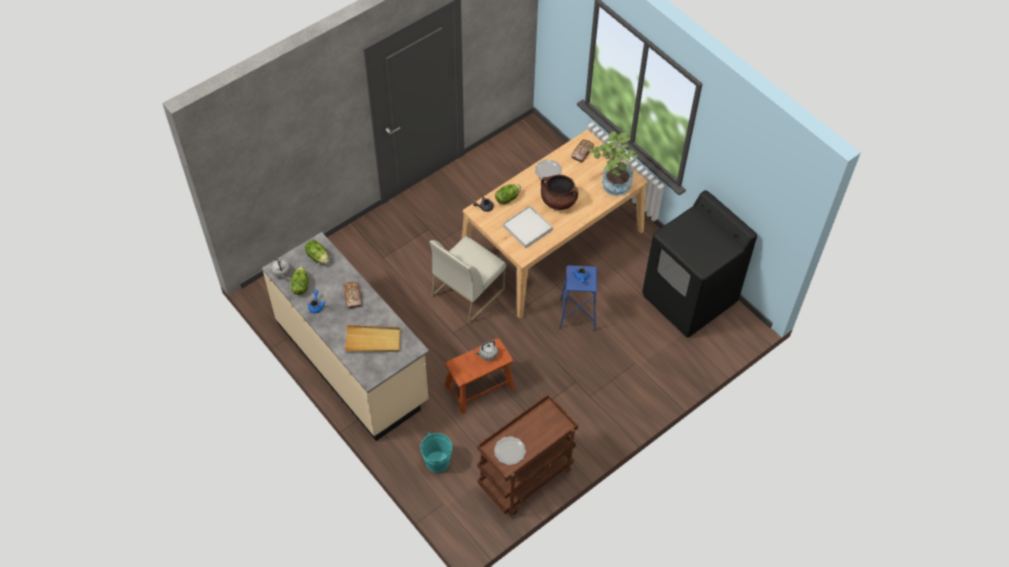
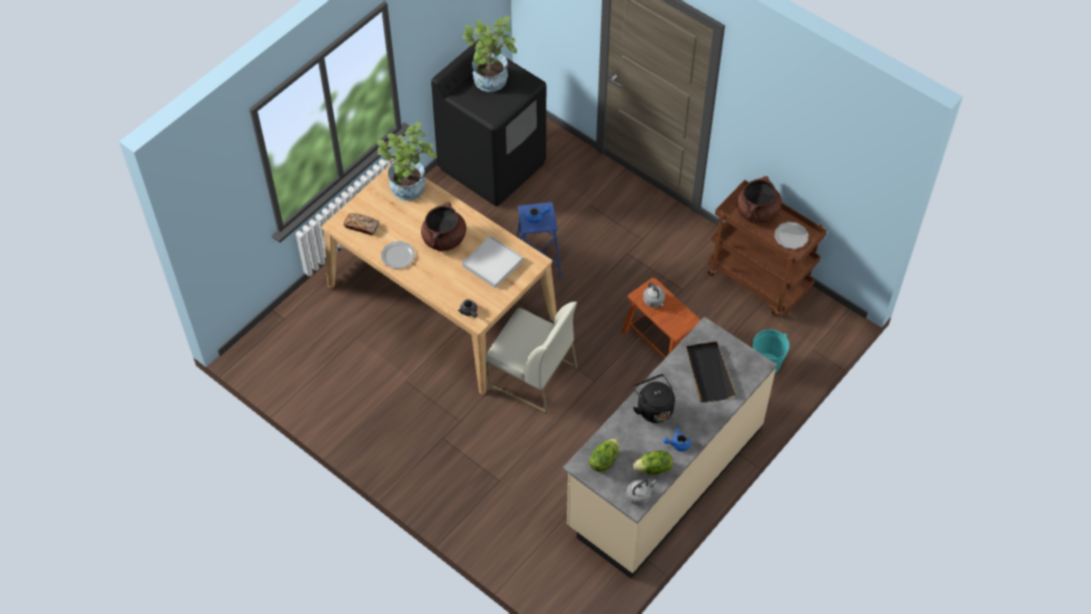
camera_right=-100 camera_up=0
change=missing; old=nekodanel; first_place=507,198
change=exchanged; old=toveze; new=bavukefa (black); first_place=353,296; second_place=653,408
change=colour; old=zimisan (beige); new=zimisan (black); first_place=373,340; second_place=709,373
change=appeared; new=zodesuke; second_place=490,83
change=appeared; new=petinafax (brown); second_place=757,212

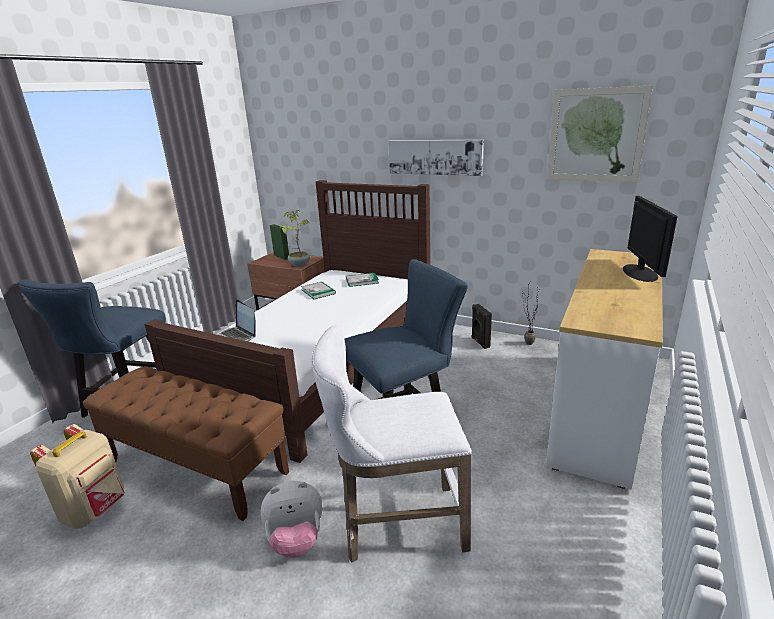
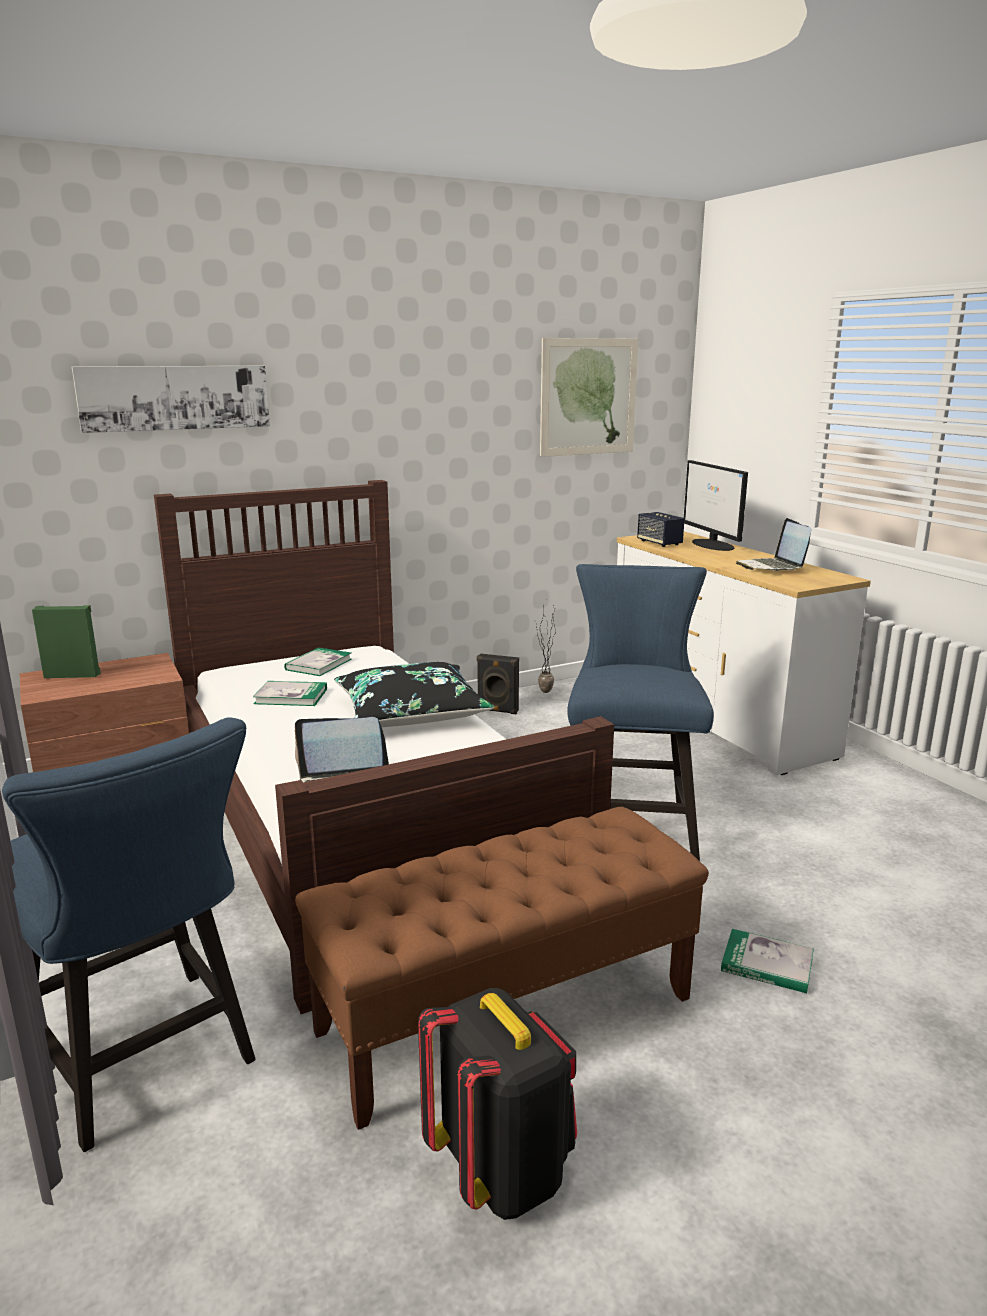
camera_right=-55 camera_up=-5
change=relocated; old=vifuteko; first_place=435,157; second_place=175,397
change=spun; old=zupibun; first_place=640,272; second_place=713,545; degrees=-150
change=missing; old=zodesuke; first_place=299,264
change=missing; old=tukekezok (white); first_place=396,525
change=colour; old=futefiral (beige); new=futefiral (black); first_place=96,510; second_place=502,1169
change=exchanged; old=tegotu; new=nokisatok; first_place=296,541; second_place=767,964
change=appeared; new=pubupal; second_place=659,543
change=appeared; new=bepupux; second_place=772,567
change=appeared; new=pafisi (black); second_place=411,712

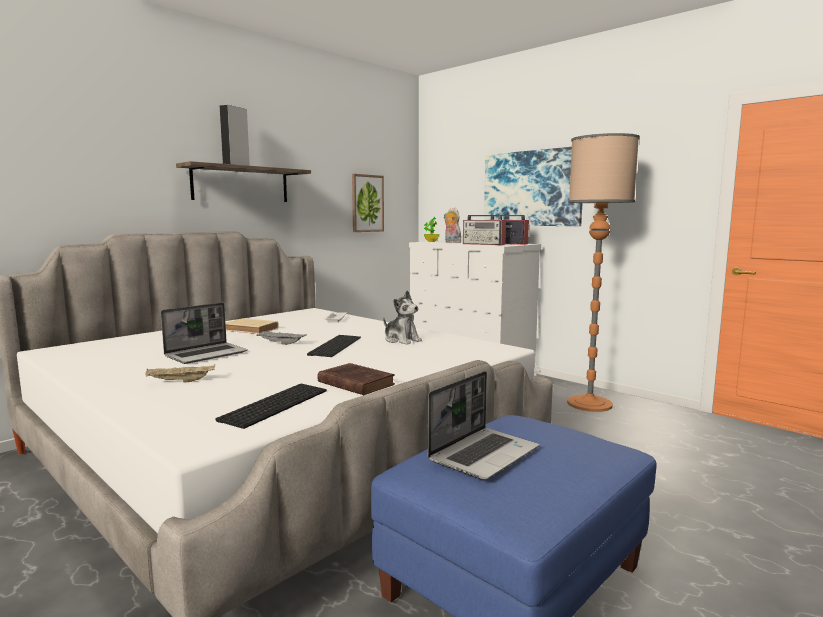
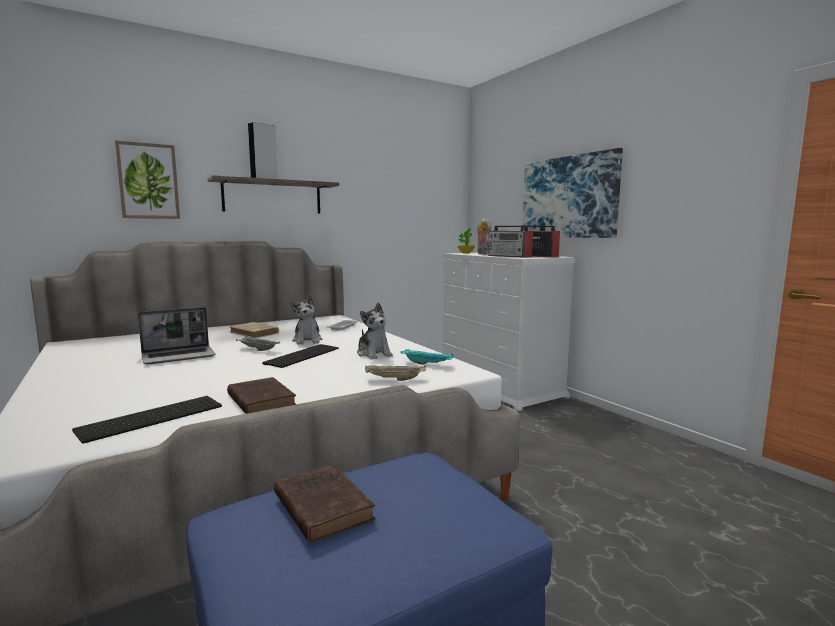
camera_right=15 camera_up=0
change=missing; old=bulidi; first_place=589,404
change=relocated; old=vifuteko; first_place=367,203; second_place=148,181
change=relocated; old=zimisan (beige); first_place=180,382; second_place=394,380
change=exchanged; old=bepupux; new=nokisatok (brown); first_place=484,454; second_place=321,506
change=appeared; new=tegotu; second_place=307,340
change=appeared; new=zimisan (turquoise); second_place=428,364

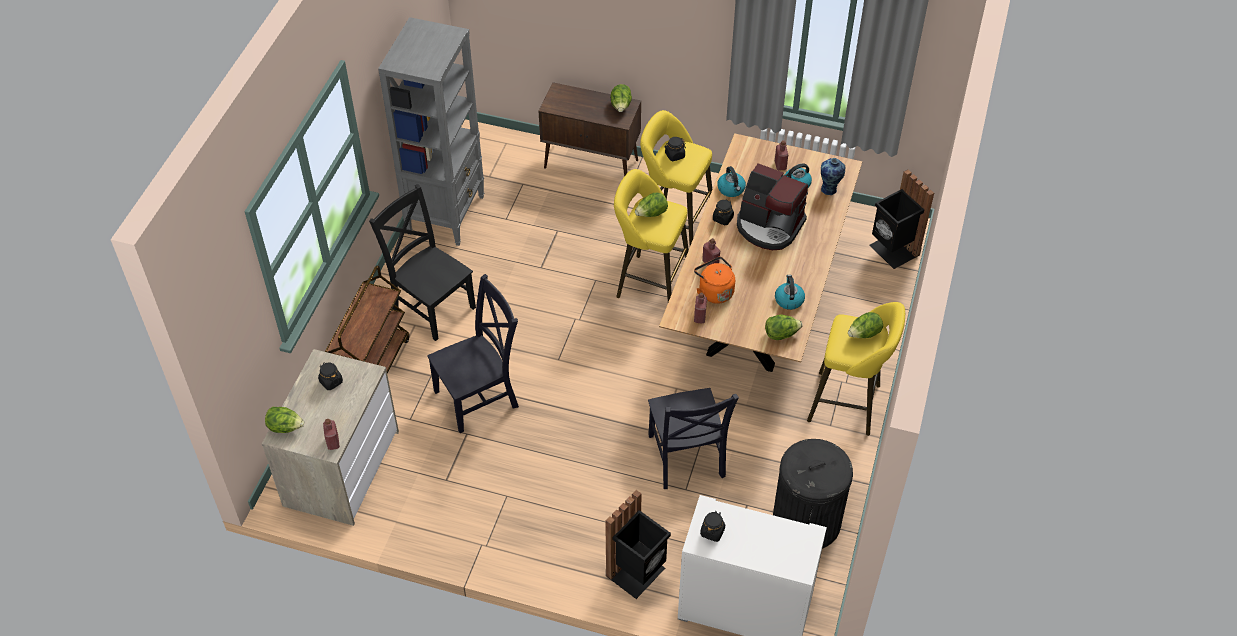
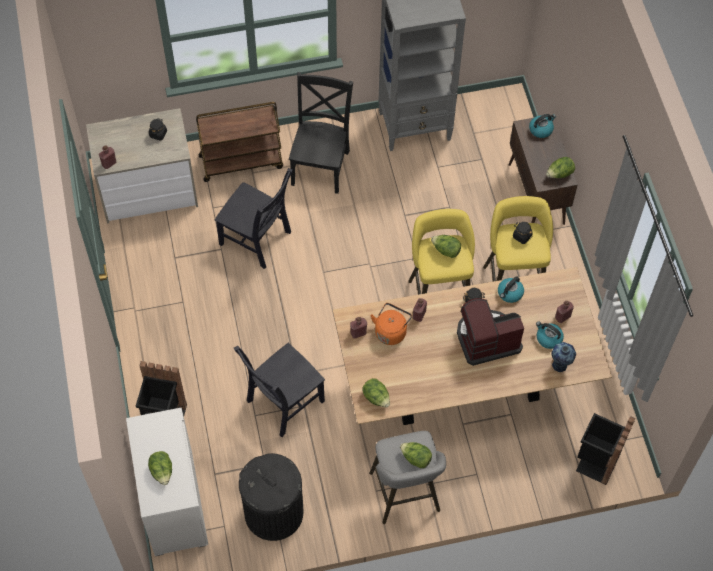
camera_right=60 camera_up=10
change=spun; old=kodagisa; first_place=769,226; second_place=486,339; degrees=75
change=relocated; old=bavukefa; first_place=789,300; second_place=541,129
change=colour; old=tukekezok (yellow); new=tukekezok (grey); first_place=849,404; second_place=405,496
change=relocated; old=nekodanel; first_place=285,427; second_place=162,471
change=missing; old=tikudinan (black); first_place=712,531

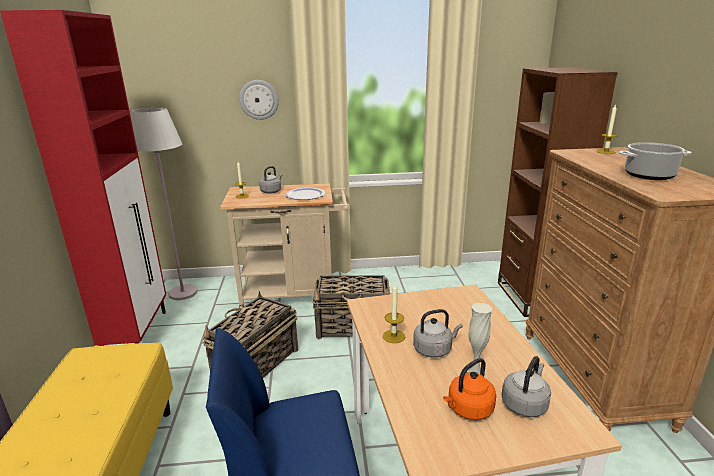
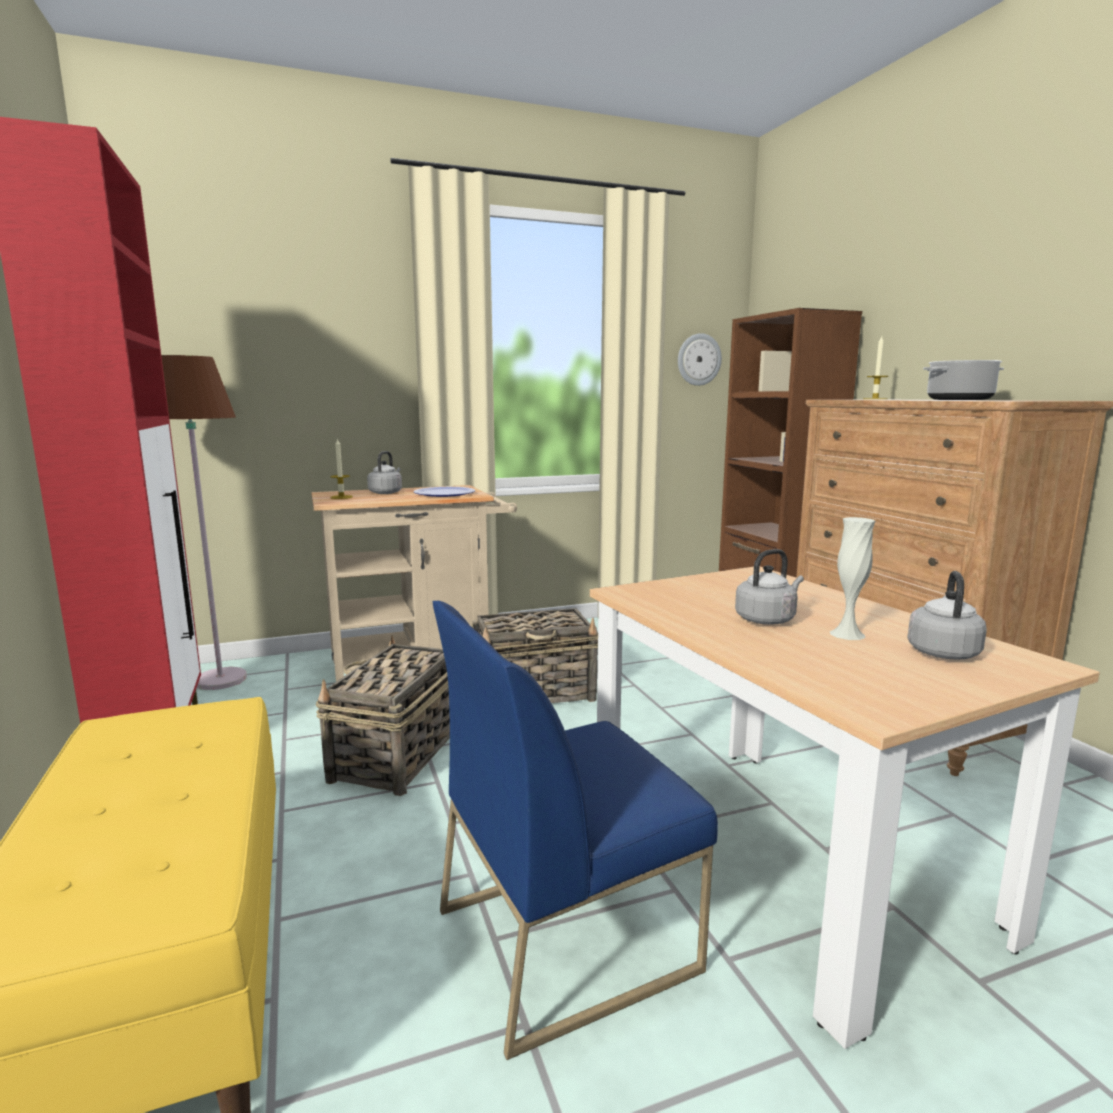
camera_right=-15 camera_up=-10
change=relocated; old=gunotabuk; first_place=259,99; second_place=698,359
change=colour; old=bulidi (white); new=bulidi (brown); first_place=183,293; second_place=221,680
change=missing; old=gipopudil; first_place=394,336
change=missing; old=bavukefa (orange); first_place=468,410

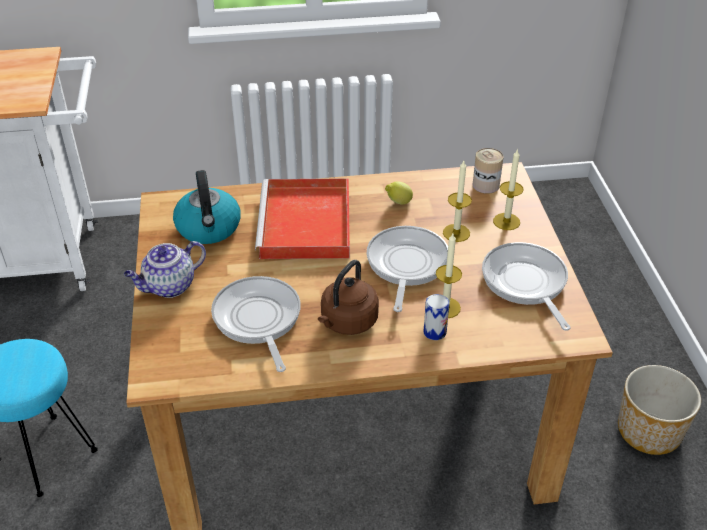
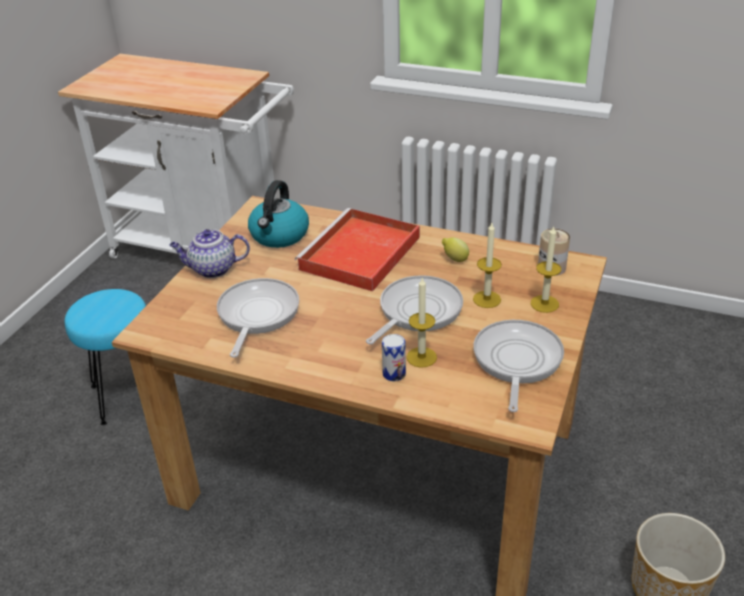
camera_right=30 camera_up=-5
change=missing; old=bavukefa (brown); first_place=347,322

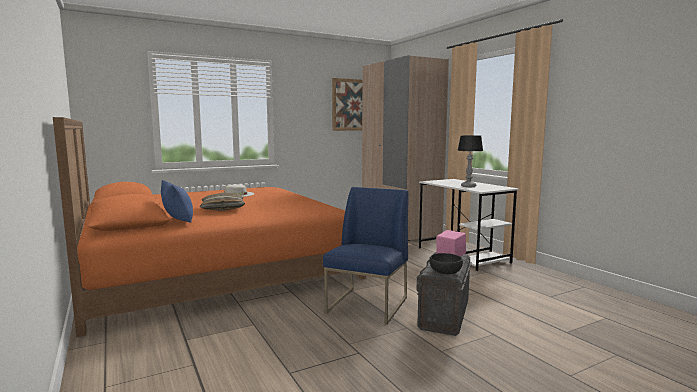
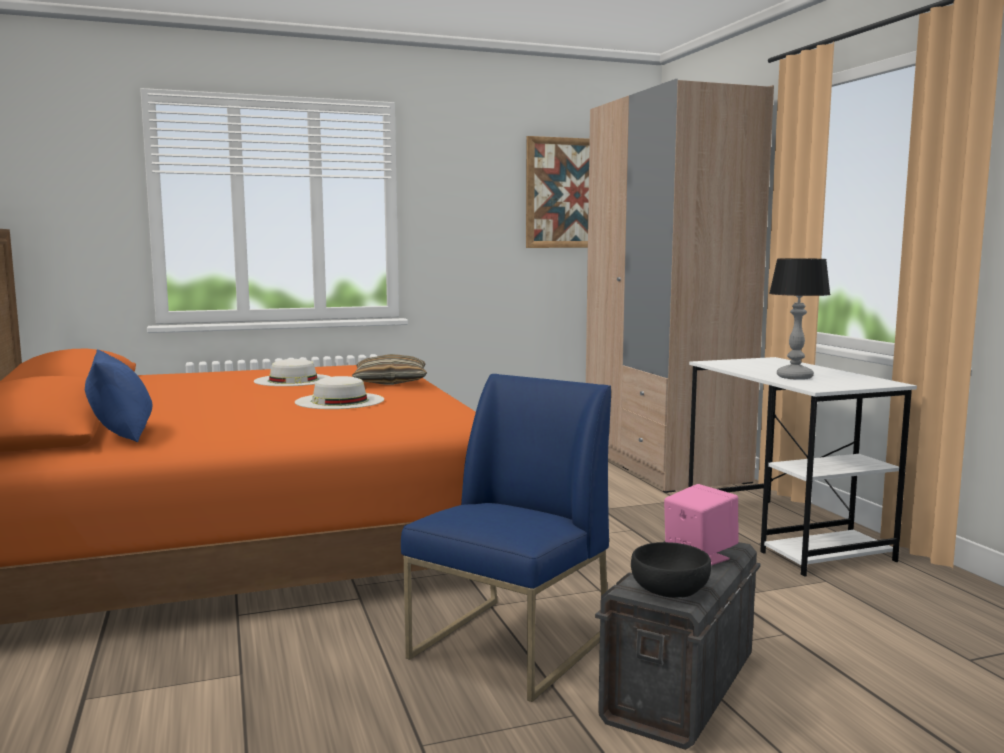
camera_right=10 camera_up=0
change=relocated; old=pafisi; first_place=223,209; second_place=390,382
change=appeared; new=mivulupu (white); second_place=339,401

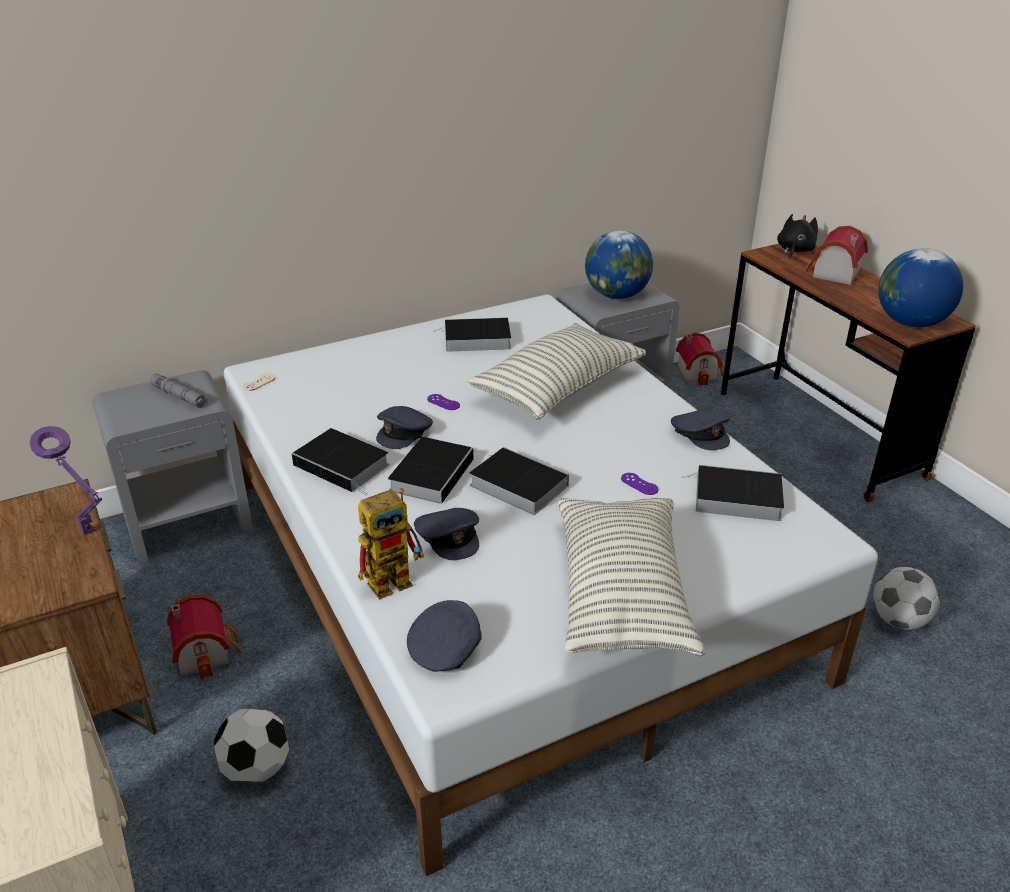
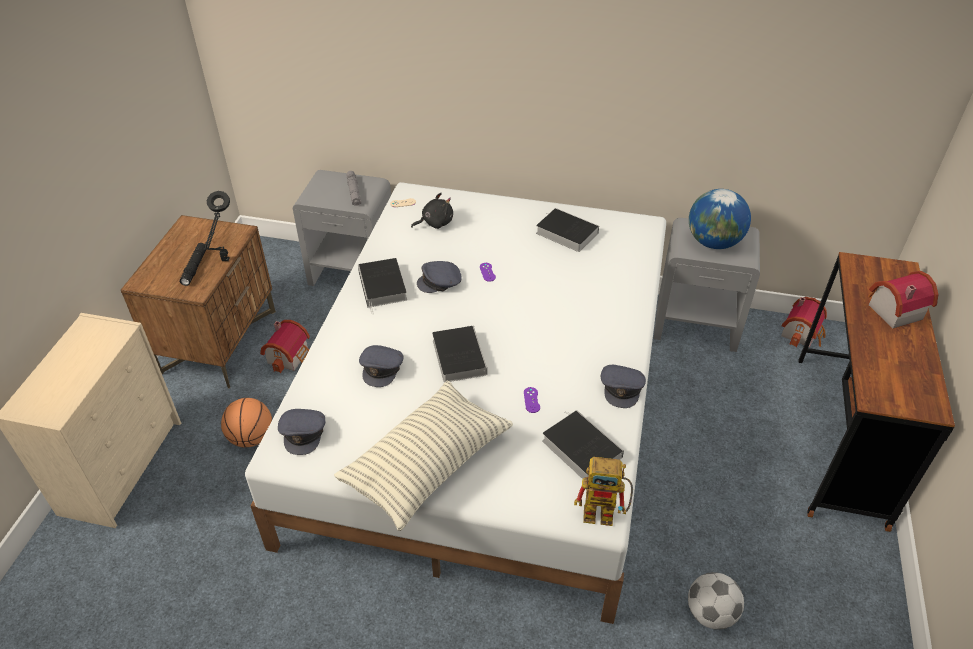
camera_right=40 camera_up=10
change=relocated; old=tegotu (black); first_place=794,250; second_place=435,223
change=missing; old=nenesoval; first_place=910,323
change=missing; old=pafisi; first_place=558,389
change=colour; old=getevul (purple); new=getevul (black); first_place=90,533; second_place=225,261
change=missing; old=nokisatok; first_place=432,473
change=relocated; old=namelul; first_place=396,578; second_place=605,513
change=spun; old=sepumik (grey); first_place=445,647; second_place=303,433; degrees=105
change=exchanged; old=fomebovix; new=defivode; first_place=256,768; second_place=251,438
change=appeared; new=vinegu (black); second_place=195,267

